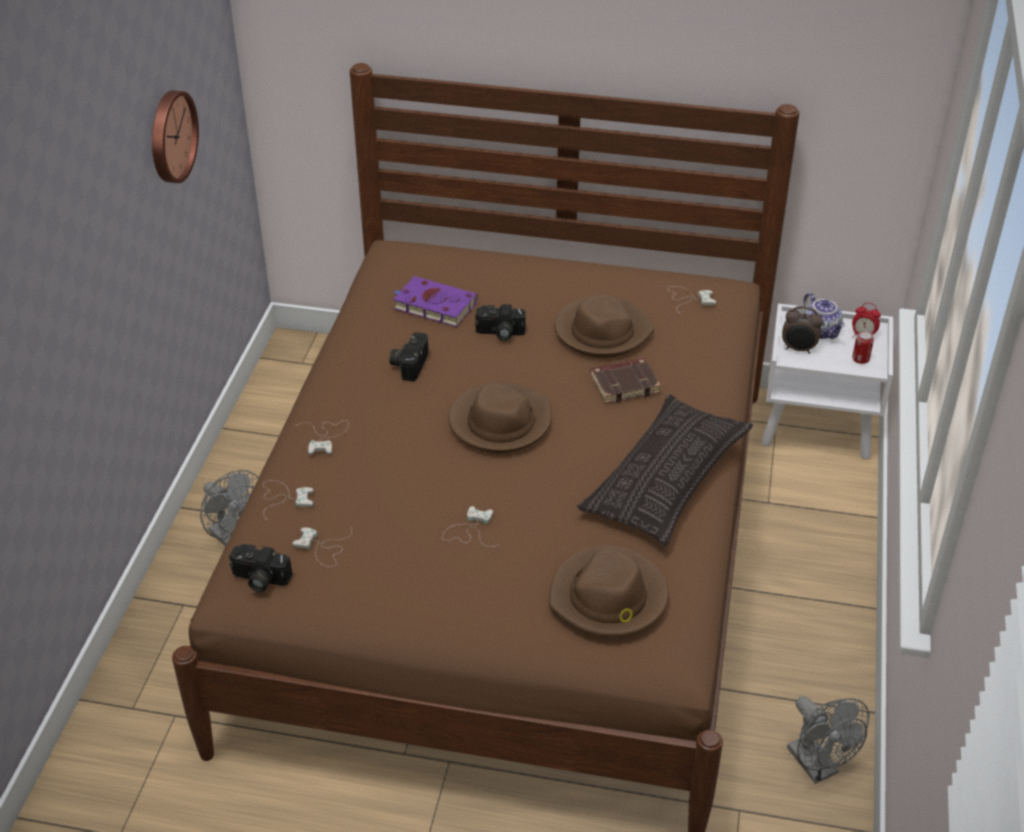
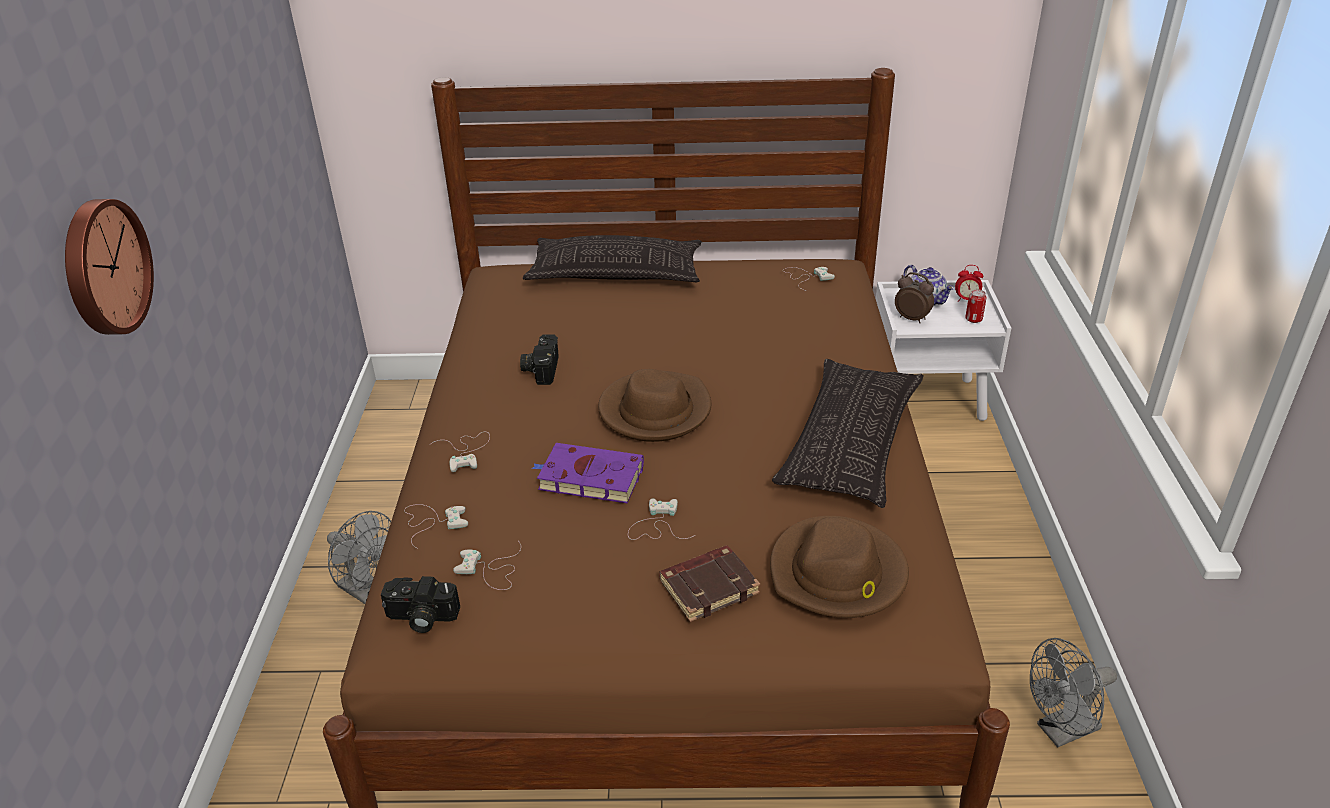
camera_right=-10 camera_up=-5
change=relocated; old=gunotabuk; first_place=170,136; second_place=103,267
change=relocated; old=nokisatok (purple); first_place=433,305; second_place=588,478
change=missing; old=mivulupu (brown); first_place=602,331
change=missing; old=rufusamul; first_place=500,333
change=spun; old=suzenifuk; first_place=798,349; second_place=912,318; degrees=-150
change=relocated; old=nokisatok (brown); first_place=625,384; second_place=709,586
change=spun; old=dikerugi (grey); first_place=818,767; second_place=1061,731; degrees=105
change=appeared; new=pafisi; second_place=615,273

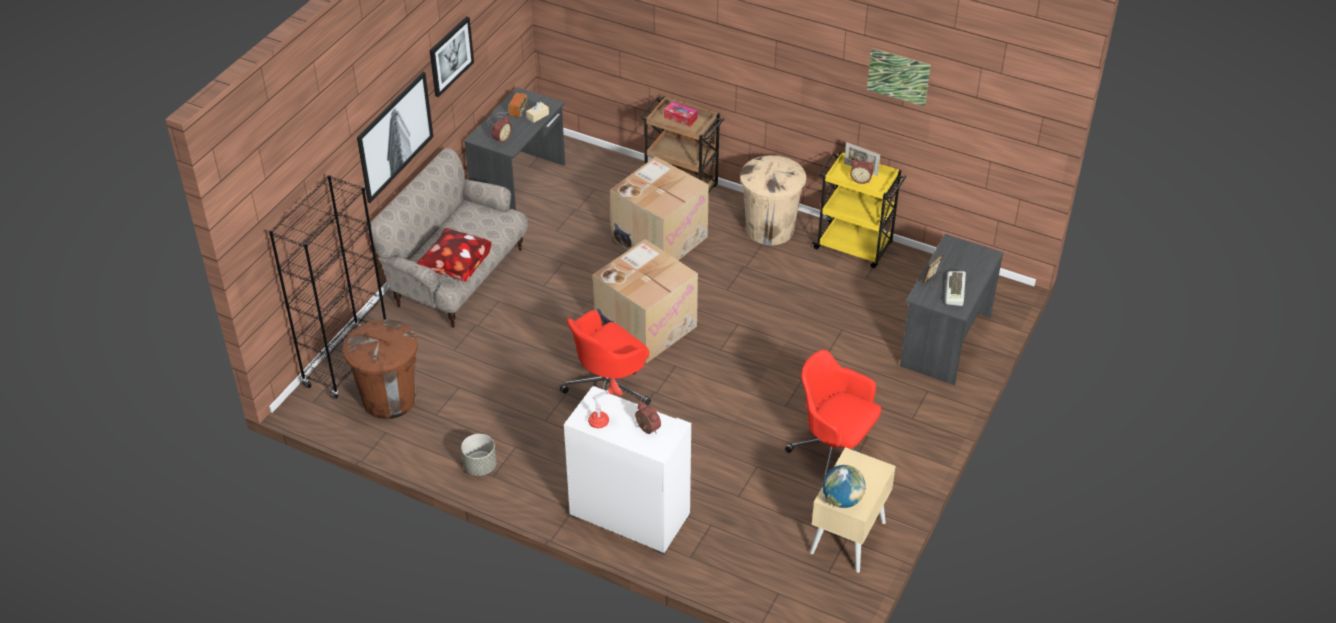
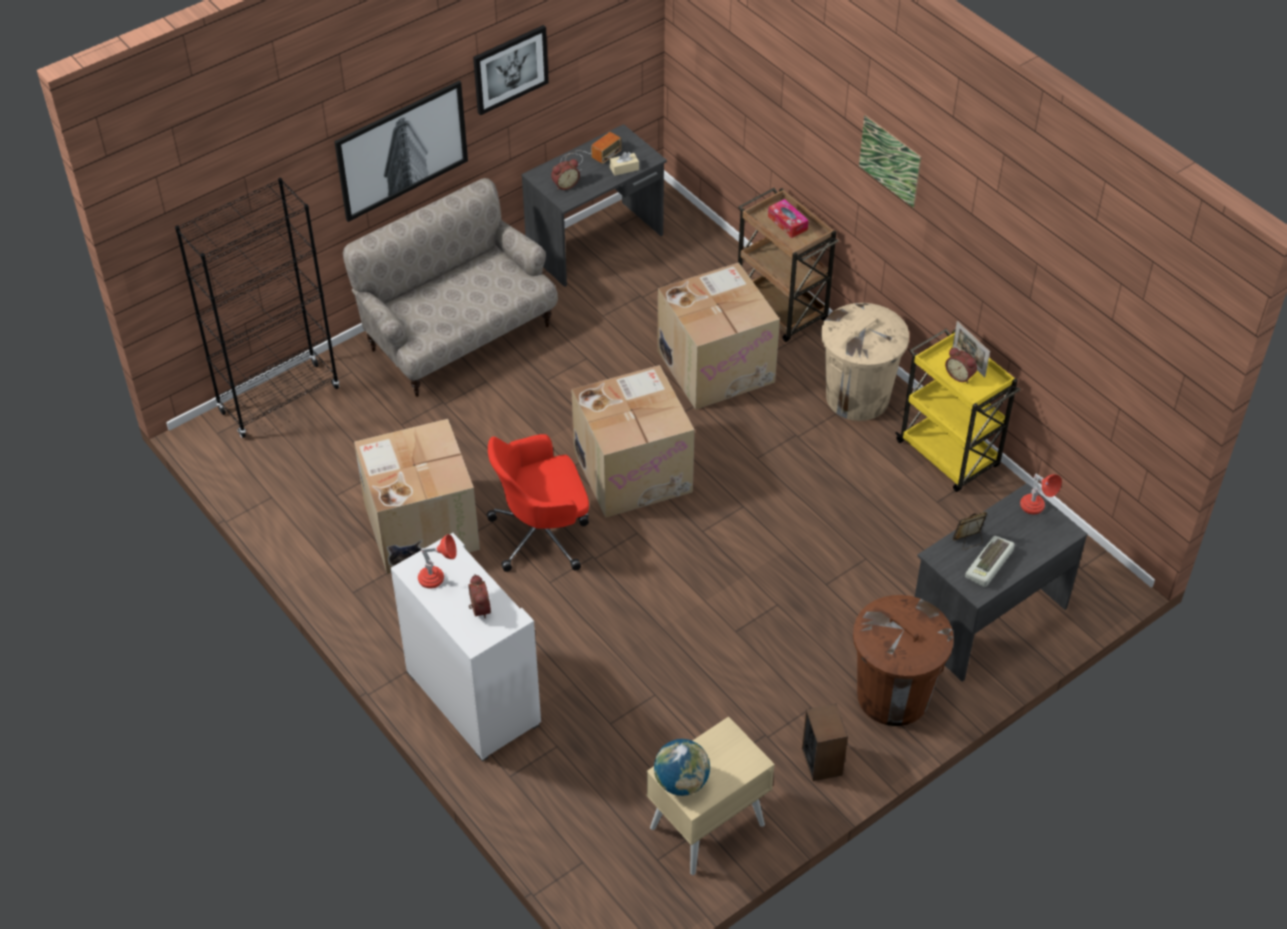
camera_right=25 camera_up=5
change=relocated; old=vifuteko; first_place=898,76; second_place=890,161
change=missing; old=pafisi; first_place=455,268
change=relocated; old=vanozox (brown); first_place=389,399; second_place=893,696
change=missing; old=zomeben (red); first_place=834,450
change=missing; old=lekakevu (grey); first_place=480,466
change=appeared; new=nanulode; second_place=419,526
change=appeared; new=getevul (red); second_place=1035,511
change=appeared; new=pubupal; second_place=822,761

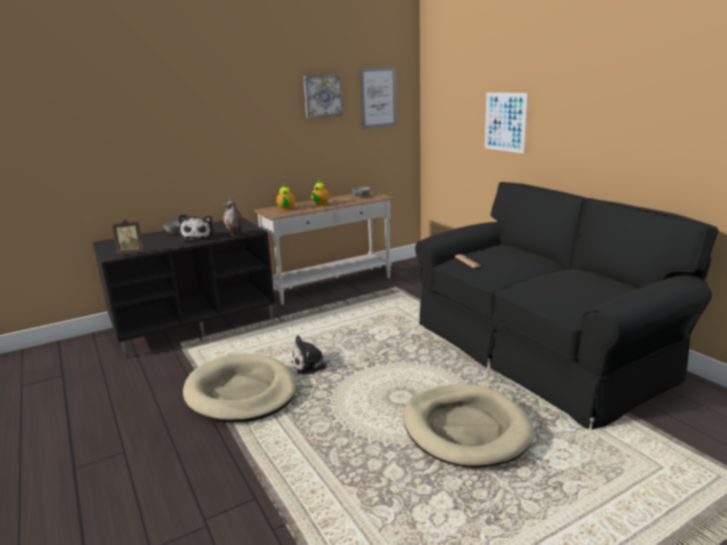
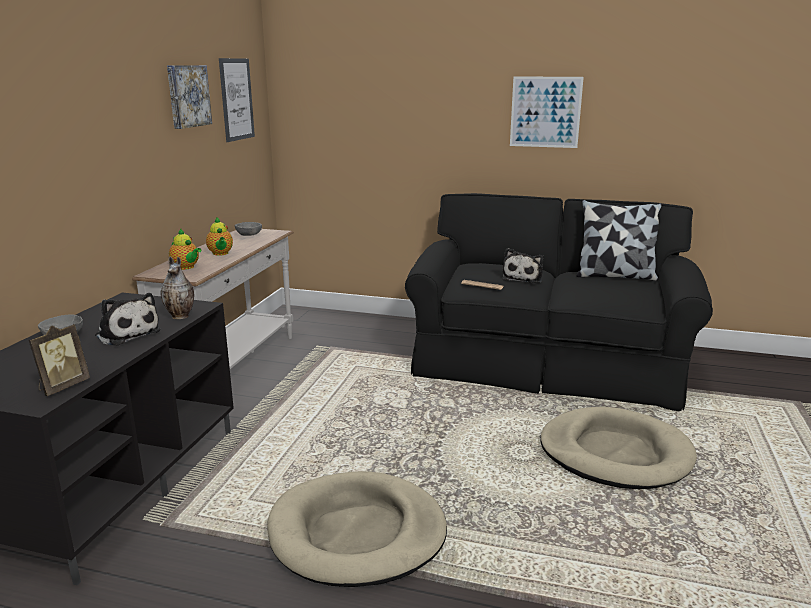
camera_right=-45 camera_up=0
change=relocated; old=vifuteko; first_place=505,122; second_place=545,112
change=relocated; old=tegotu; first_place=311,365; second_place=523,278
change=appeared; new=pafisi; second_place=615,276

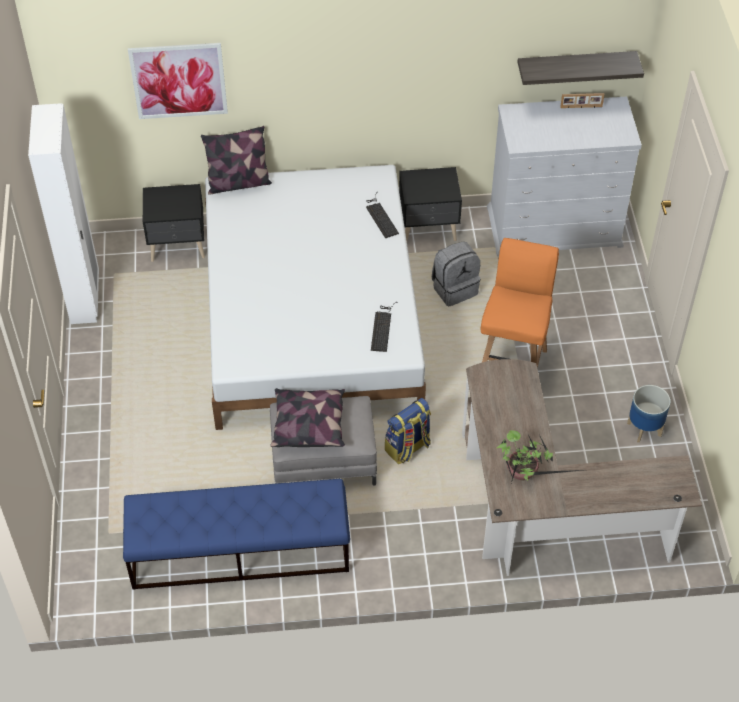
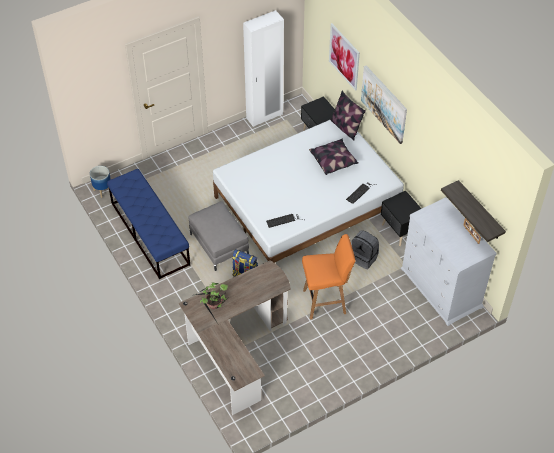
camera_right=65 camera_up=0
change=relocated; old=lekakevu; first_place=643,429; second_place=102,190
change=relocated; old=pafisi; first_place=308,425; second_place=333,161
change=appeared; new=vifuteko; second_place=384,104

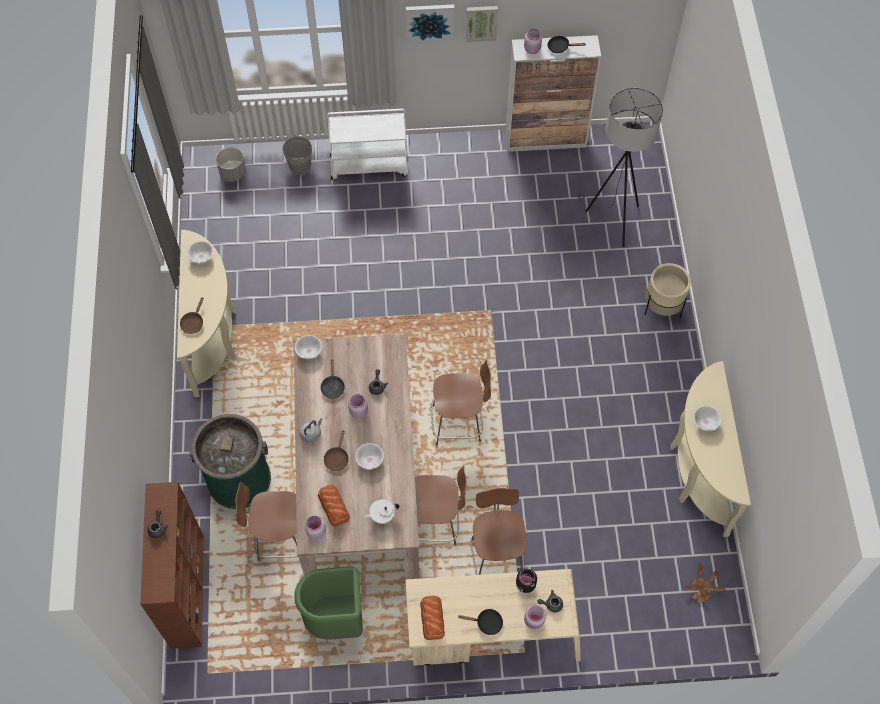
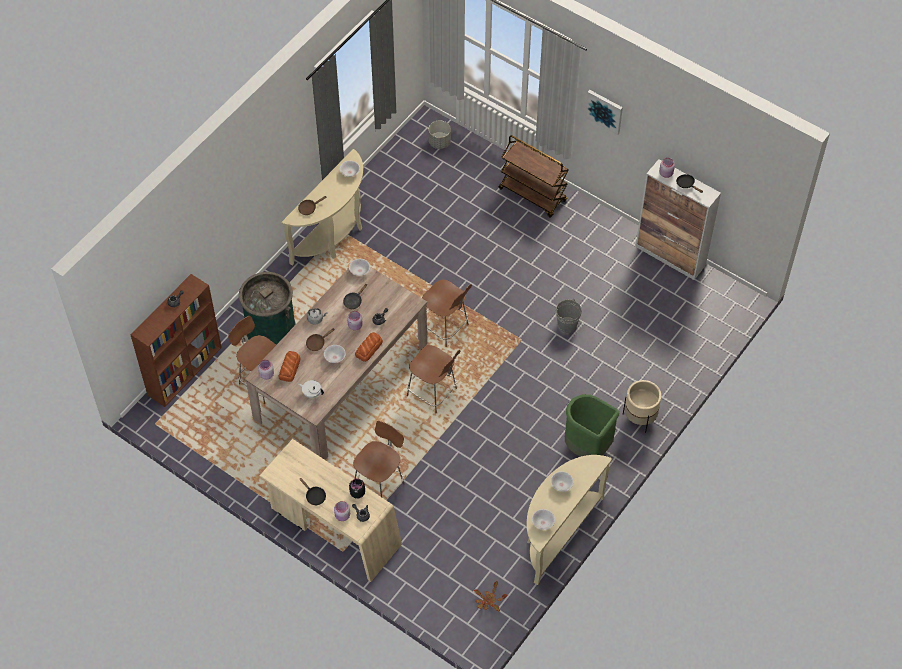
camera_right=40 camera_up=-5
change=missing; old=vifuteko; first_place=481,22
change=missing; old=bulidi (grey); first_place=611,220
change=colour; old=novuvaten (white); new=novuvaten (brown); first_place=370,165; second_place=533,195
change=relocated; old=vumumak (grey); first_place=300,166; second_place=567,324
change=relocated; old=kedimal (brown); first_place=435,523; second_place=445,327
change=relocated; old=vanozox (green); first_place=336,620; second_place=587,449
change=relocated; old=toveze; first_place=432,618; second_place=369,348
change=appeared; new=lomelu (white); second_place=542,523

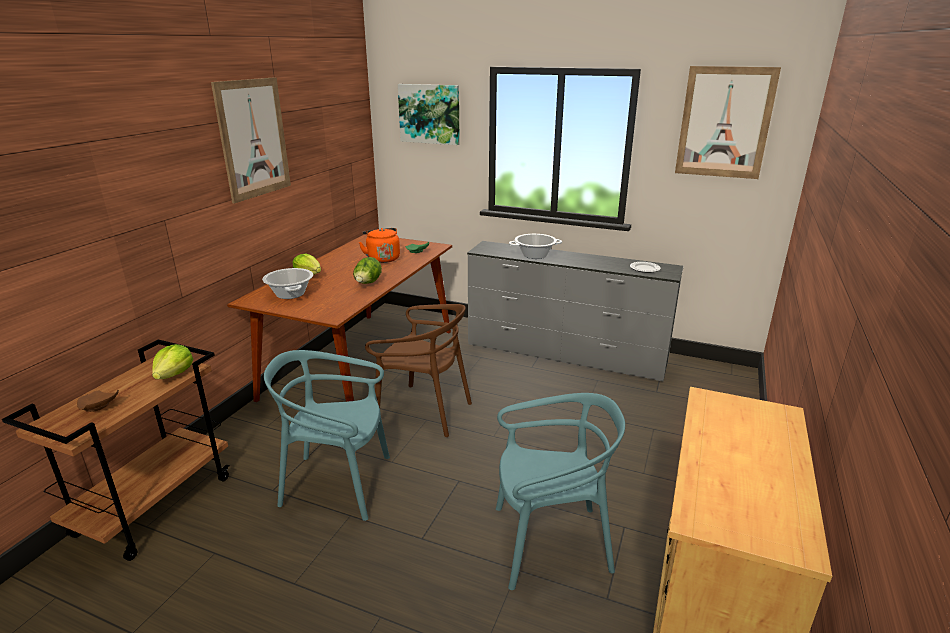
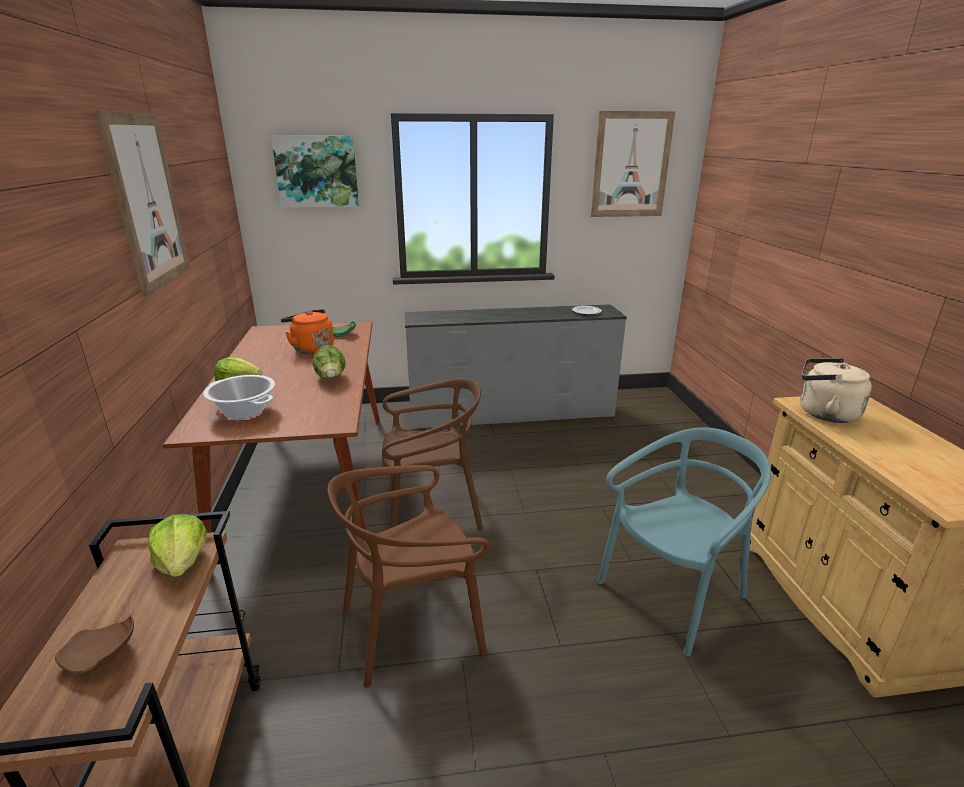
camera_right=-30 camera_up=0
change=missing; old=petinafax; first_place=535,255
change=colour; old=kedimal (turquoise); new=kedimal (brown); first_place=337,484; second_place=412,627
change=appeared; new=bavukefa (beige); second_place=823,413

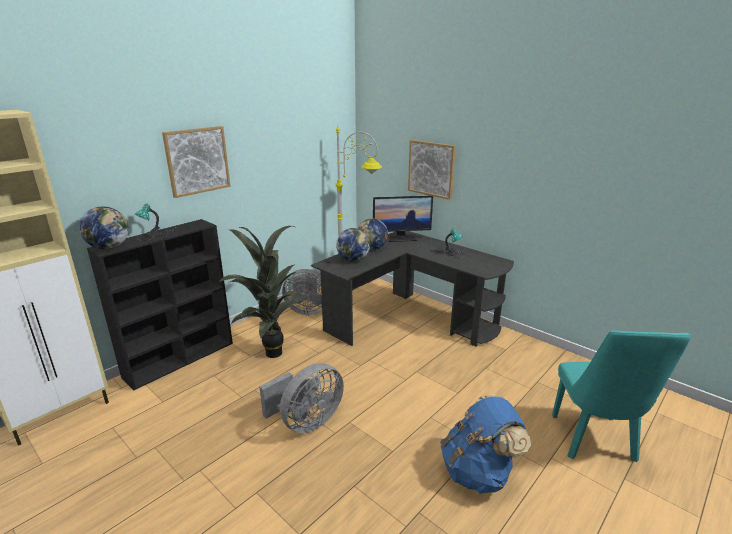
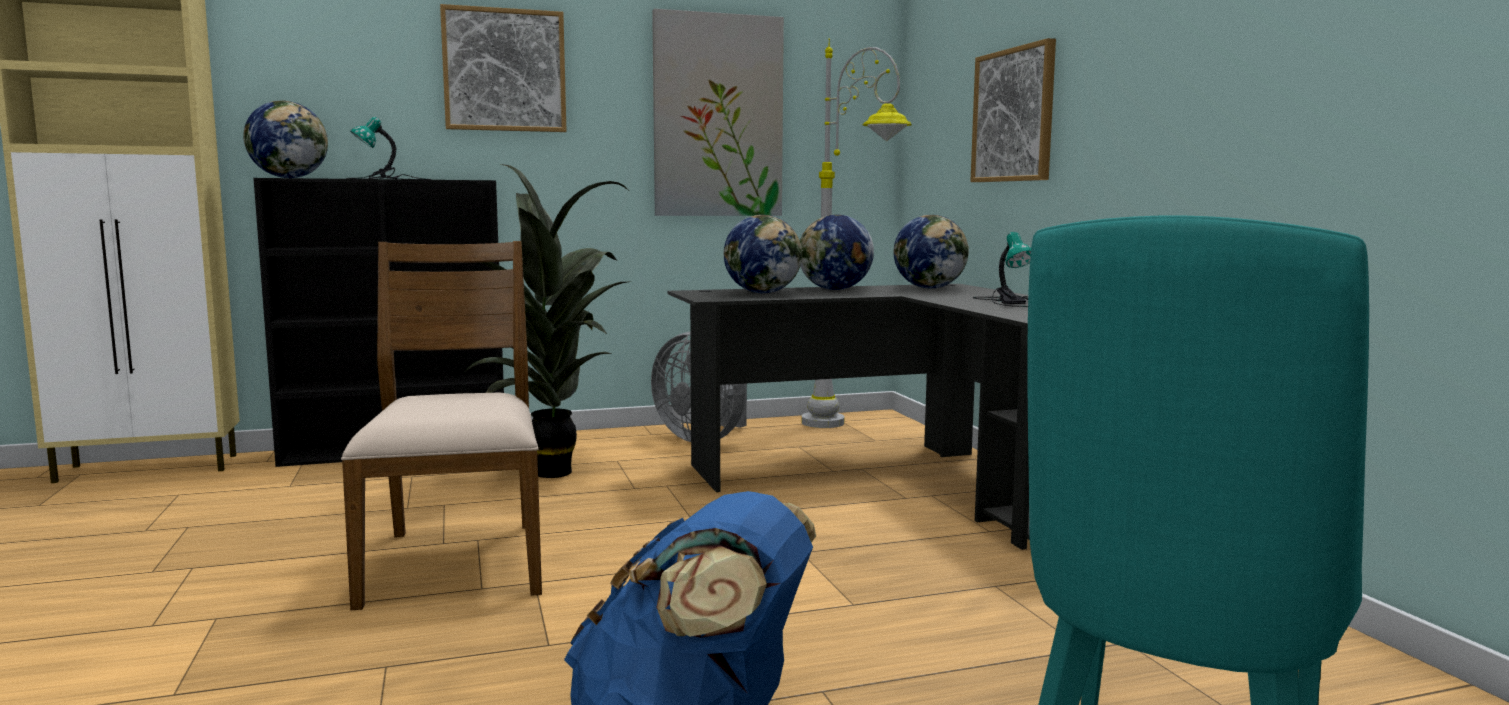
camera_right=30 camera_up=-15
change=exchanged; old=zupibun; new=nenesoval; first_place=401,238; second_place=930,288
change=exchanged; old=dikerugi (grey); new=kedimal (brown); first_place=306,422; second_place=457,561
change=appeared; new=vifuteko; second_place=718,116

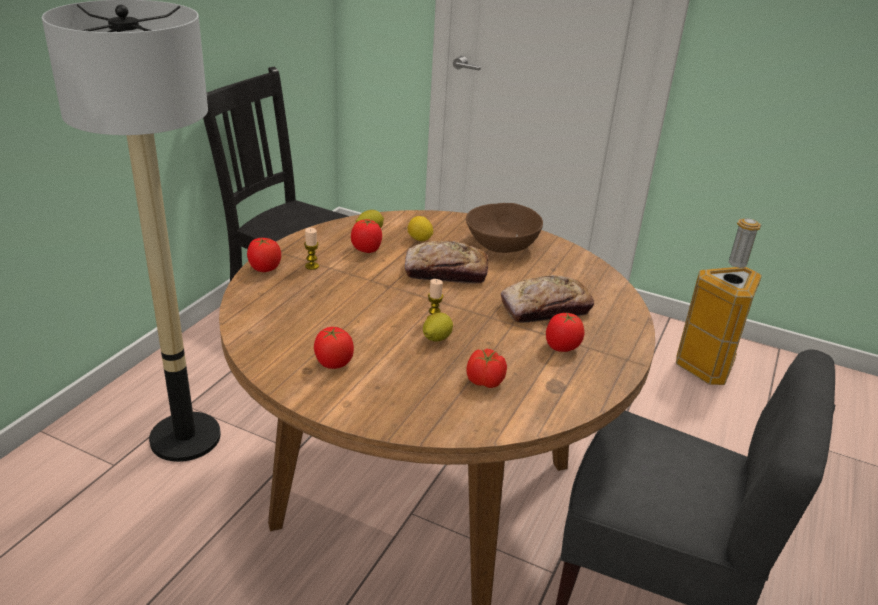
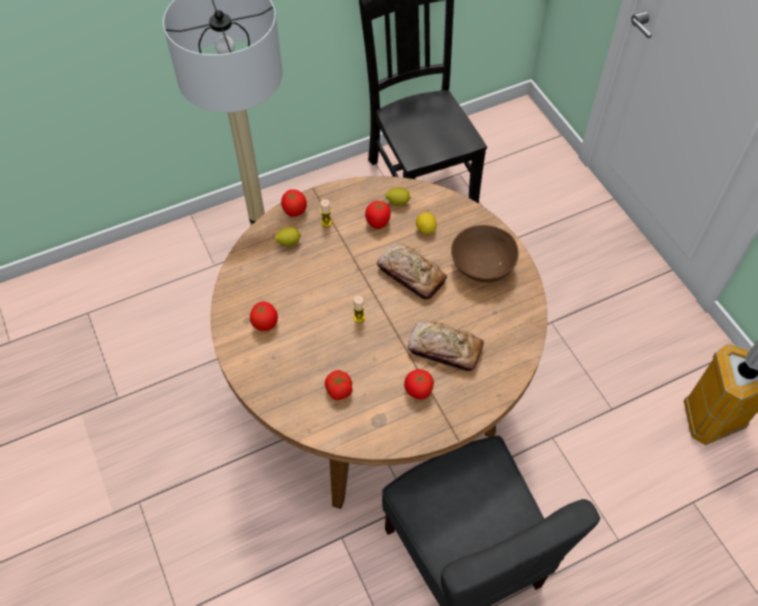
camera_right=40 camera_up=25
change=relocated; old=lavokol; first_place=436,339; second_place=288,242

